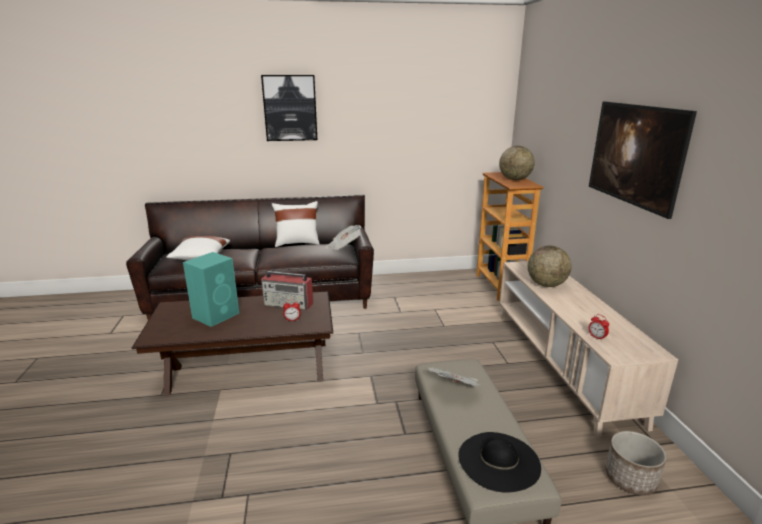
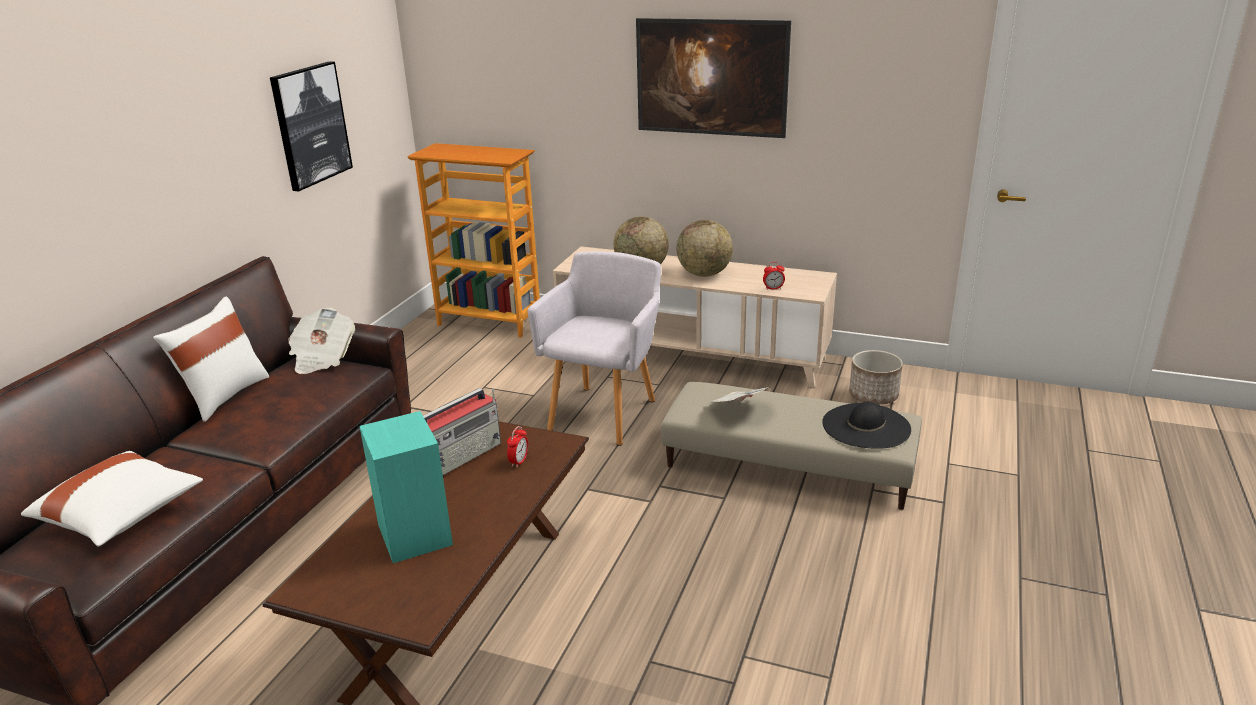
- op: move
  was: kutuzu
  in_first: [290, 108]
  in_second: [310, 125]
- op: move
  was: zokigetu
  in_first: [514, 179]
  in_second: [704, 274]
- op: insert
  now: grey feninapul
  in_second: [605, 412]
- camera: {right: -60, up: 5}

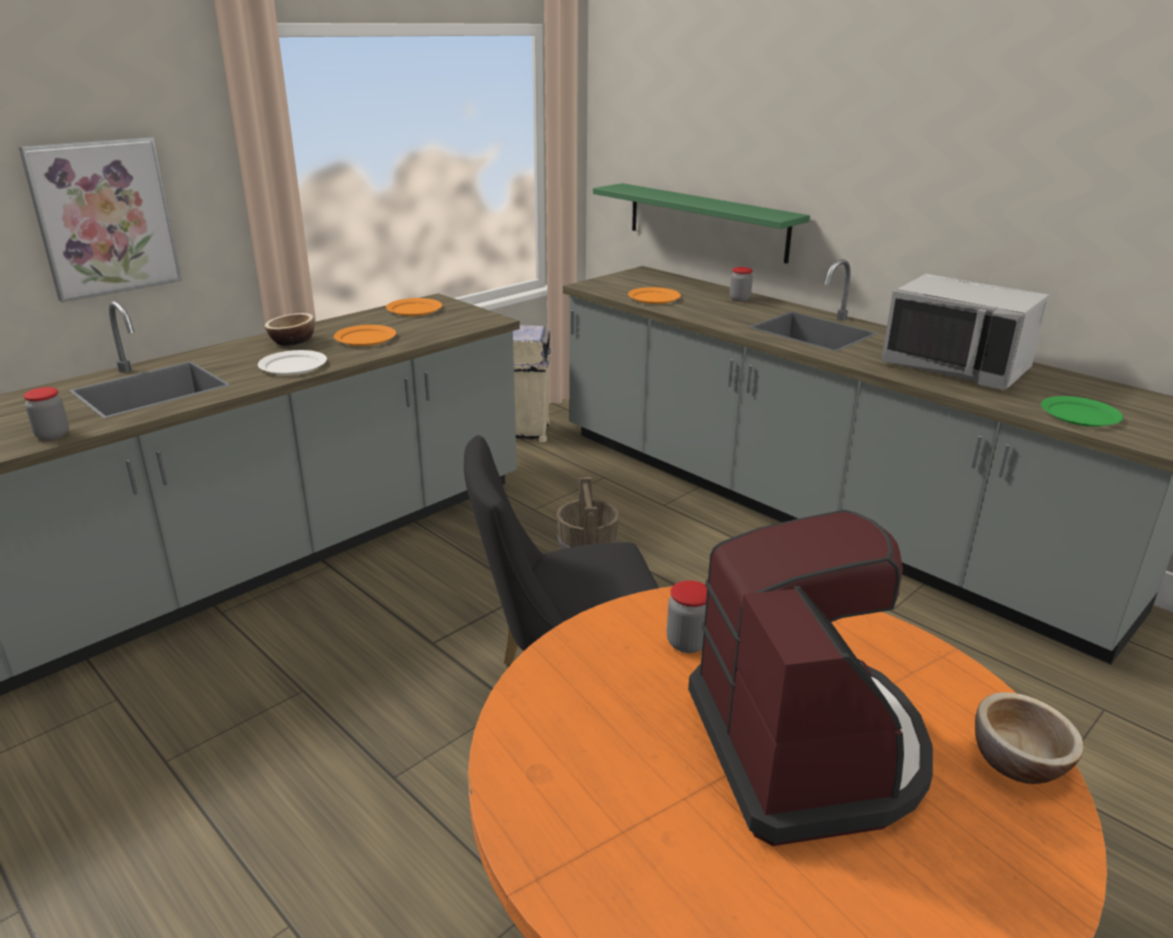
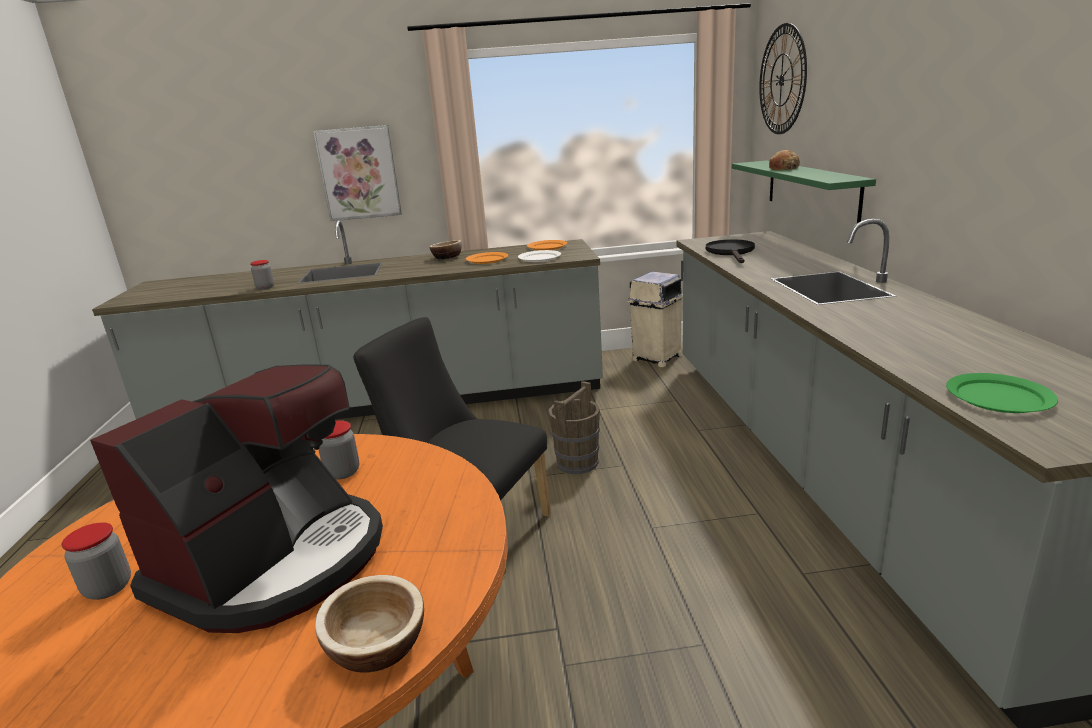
- op: move
  was: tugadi
  in_first: [739, 299]
  in_second: [108, 588]
- op: delete
  was: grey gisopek
  in_first: [956, 366]
- op: replace
  was: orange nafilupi
  now: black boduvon
  in_first: [654, 298]
  in_second: [731, 252]
- op: move
  was: white nafilupi
  in_first: [293, 365]
  in_second: [539, 258]
- op: insert
  now: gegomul
  in_second: [782, 80]
- op: insert
  now: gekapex
  in_second: [783, 168]
- camera: {right: 40, up: -5}

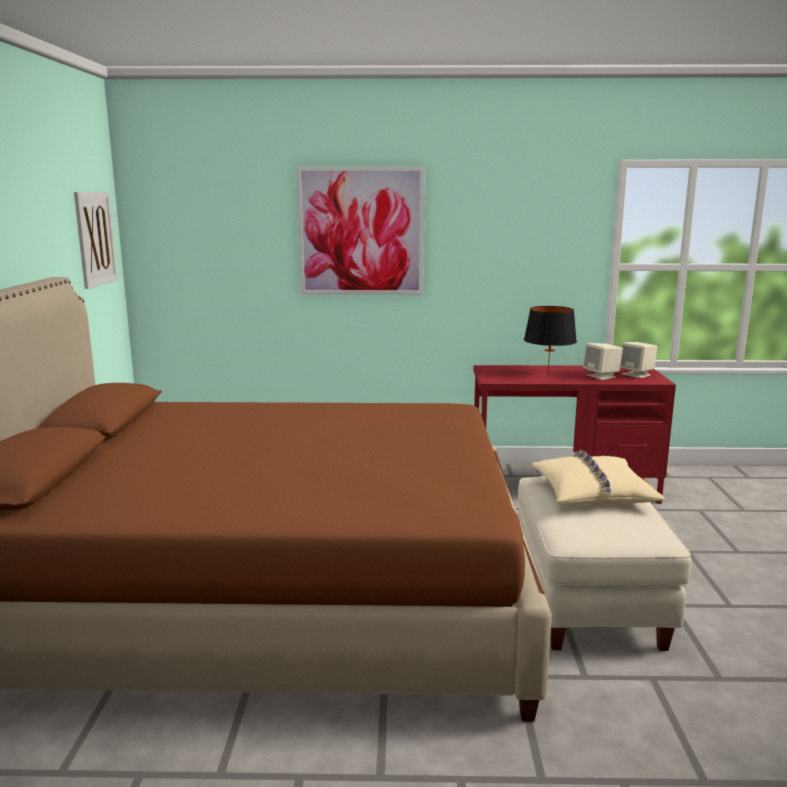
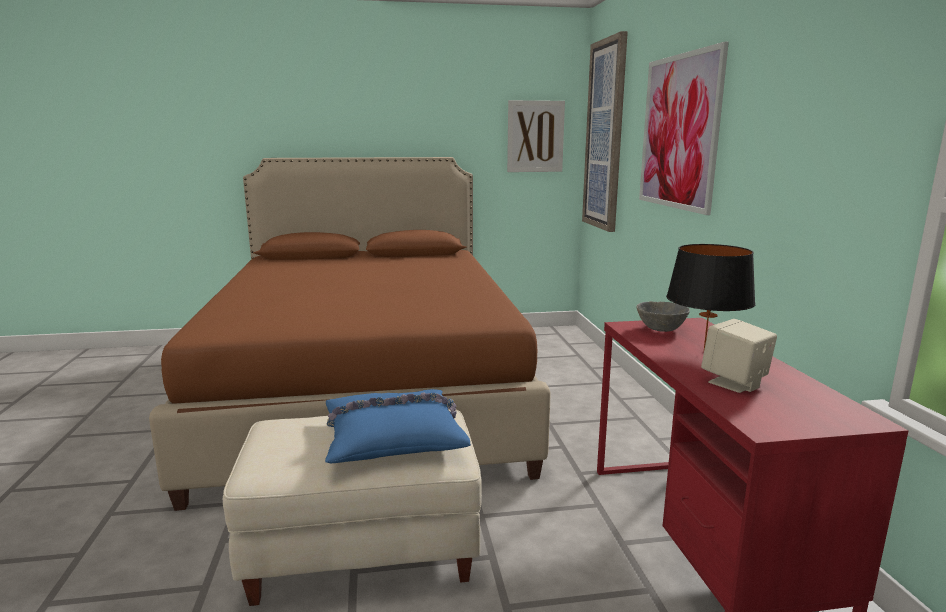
- op: delete
  was: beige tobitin
  in_first: [636, 374]
- op: recolor
  was: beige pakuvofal
  now: blue pakuvofal
  in_first: [592, 493]
  in_second: [393, 437]
- op: insert
  now: kutuzu
  in_second: [605, 136]
- op: insert
  now: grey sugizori
  in_second: [661, 329]
- camera: {right: 80, up: 0}

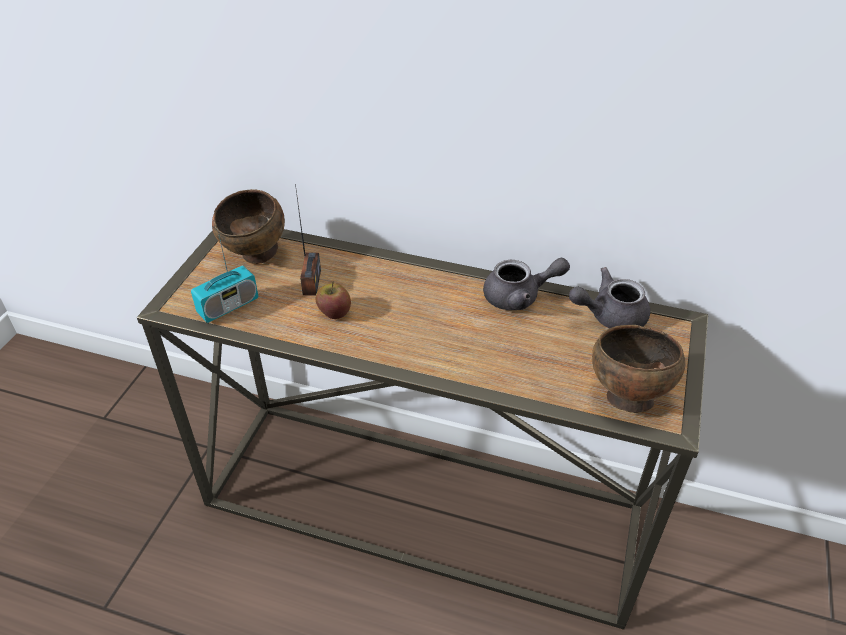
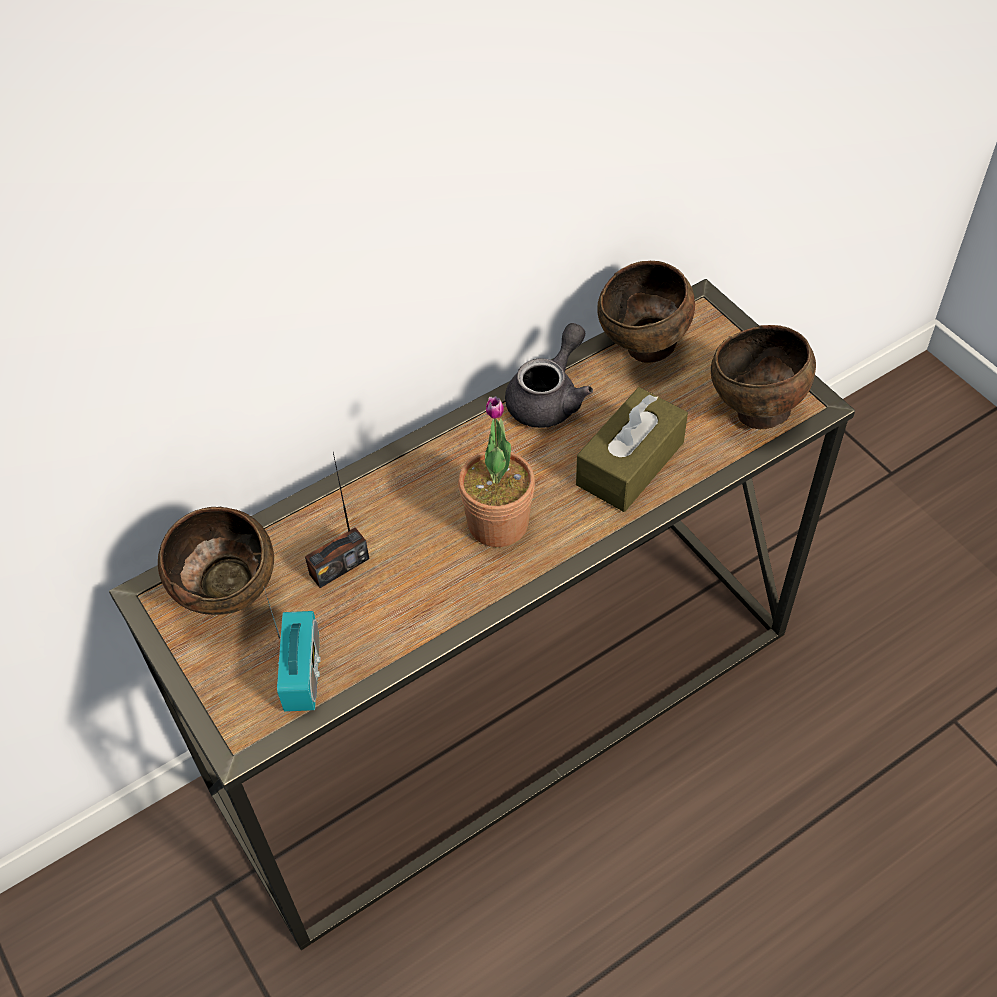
- op: rotate
  was: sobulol
  in_first: [311, 282]
  in_second: [339, 566]
  clockwise: 105
- op: replace
  was: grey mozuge
  now: brown sugizori
  in_first: [609, 316]
  in_second: [643, 349]
- op: delete
  was: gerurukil
  in_first: [334, 312]
- op: insert
  now: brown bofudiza
  in_second: [630, 463]
- op: insert
  now: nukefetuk
  in_second: [498, 523]
- camera: {right: -50, up: 10}

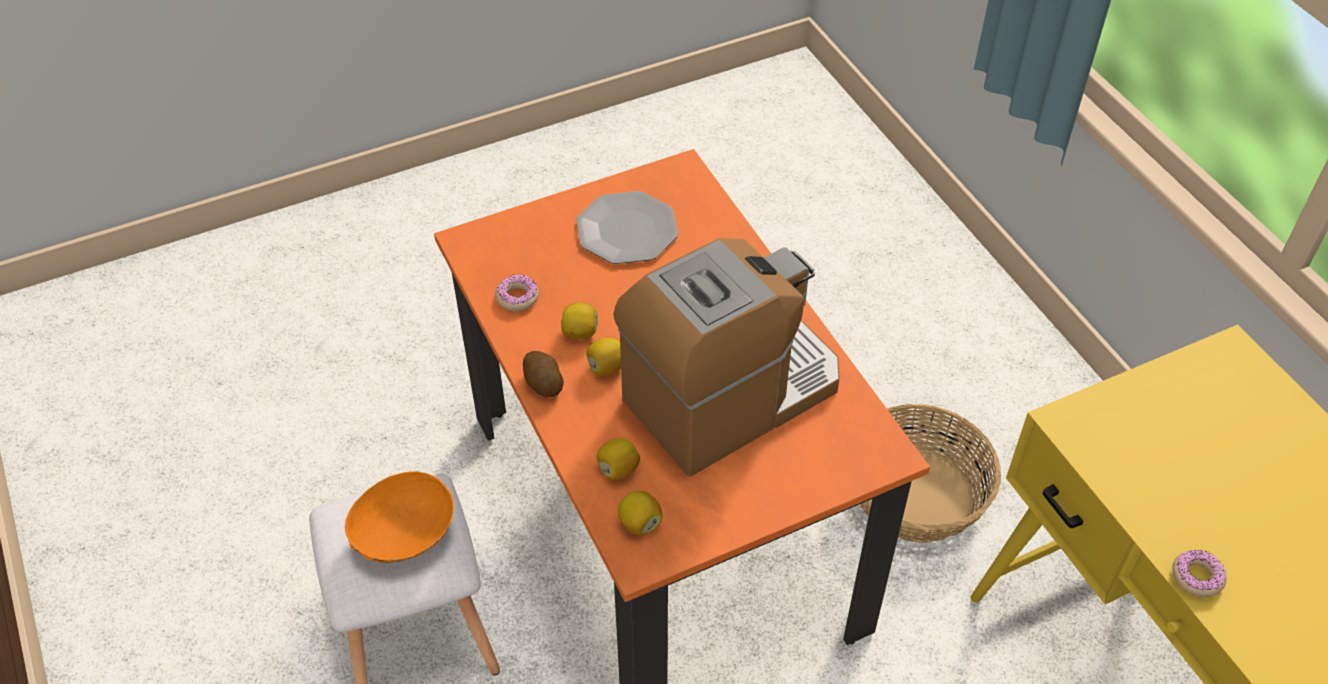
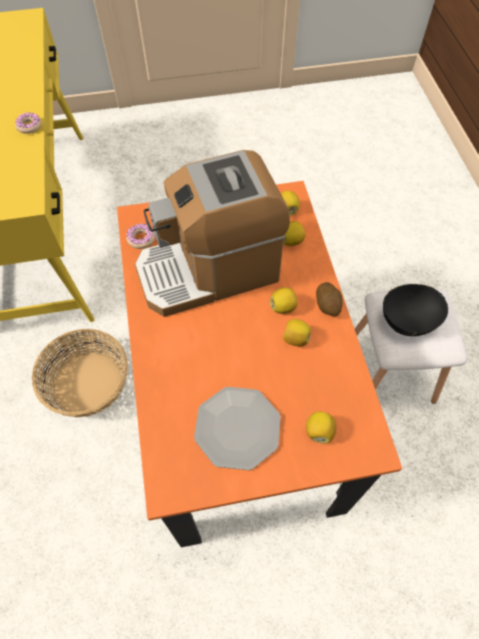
- op: move
  was: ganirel
  in_first: [517, 297]
  in_second: [141, 239]
- op: recolor
  was: orange sugizori
  now: black sugizori
  in_first: [405, 538]
  in_second: [408, 319]
- op: insert
  now: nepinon
  in_second: [319, 431]
- camera: {right: -165, up: 10}

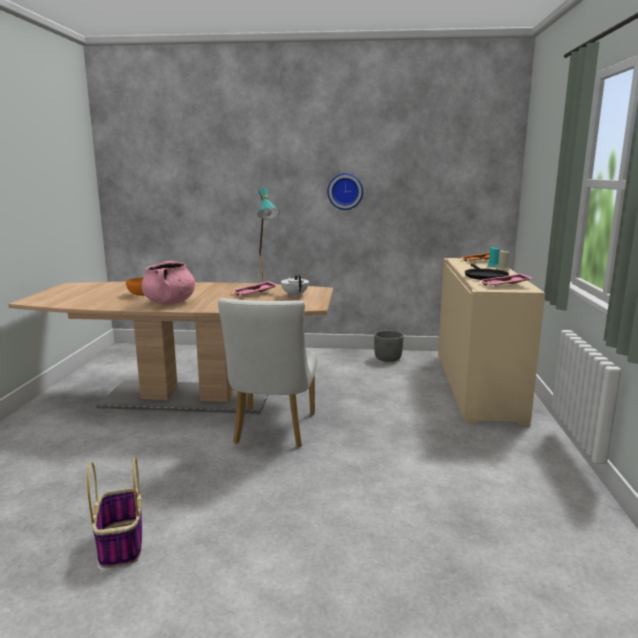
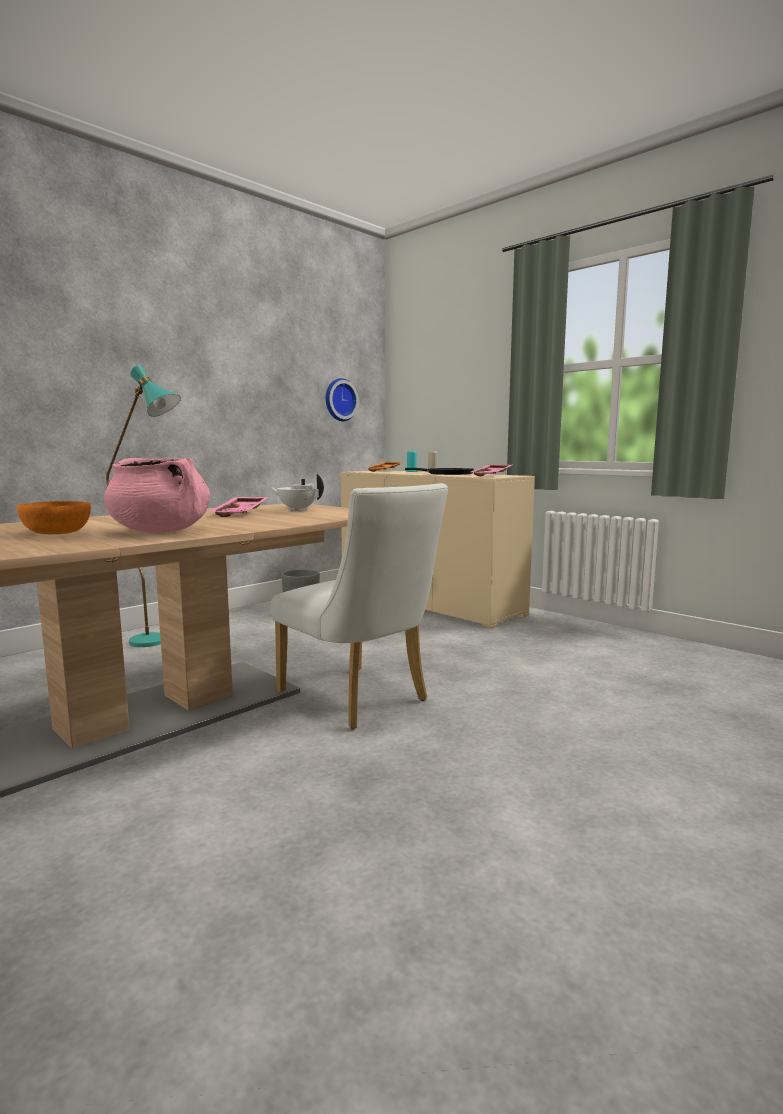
- op: move
  was: gegomul
  in_first: [345, 191]
  in_second: [339, 400]
- op: delete
  was: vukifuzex
  in_first: [121, 543]
- camera: {right: -50, up: -5}

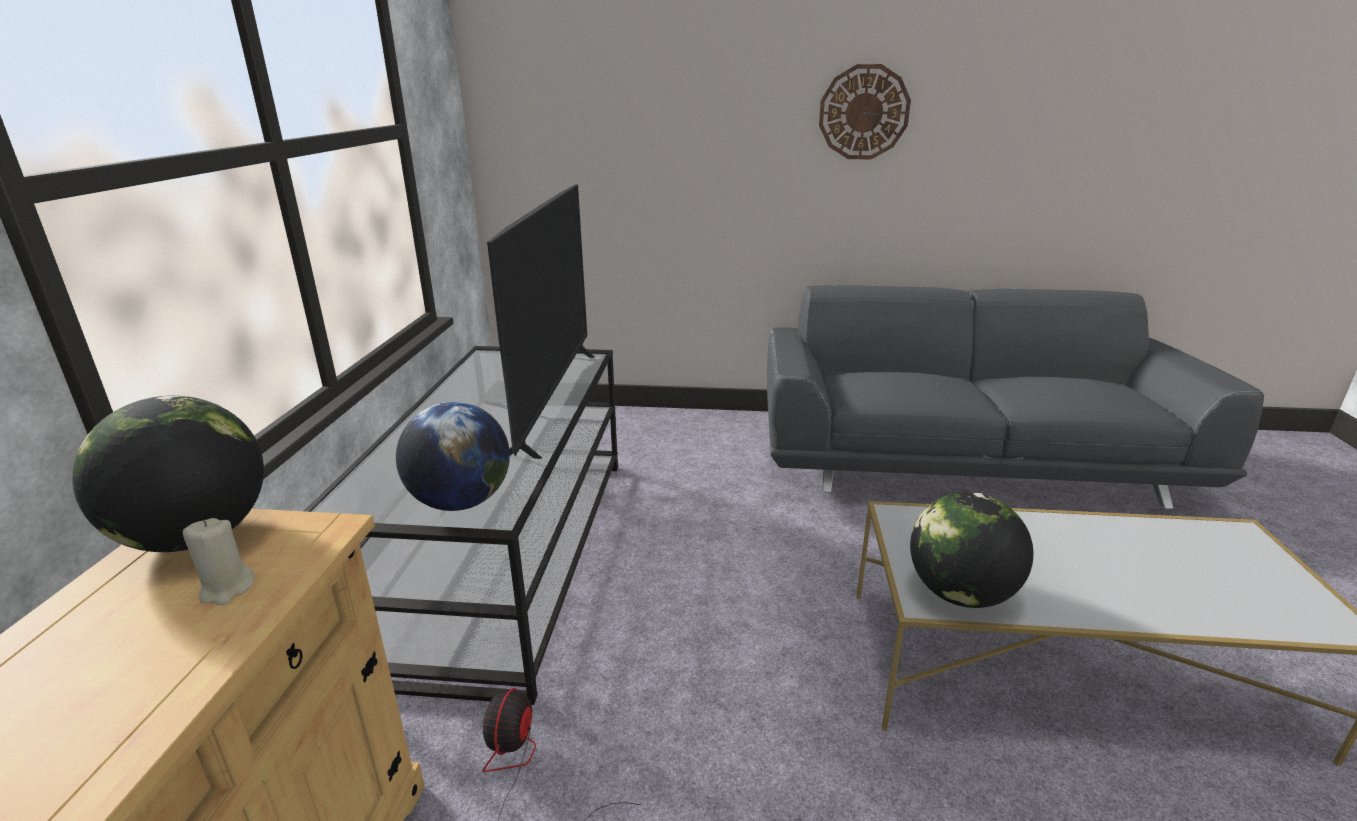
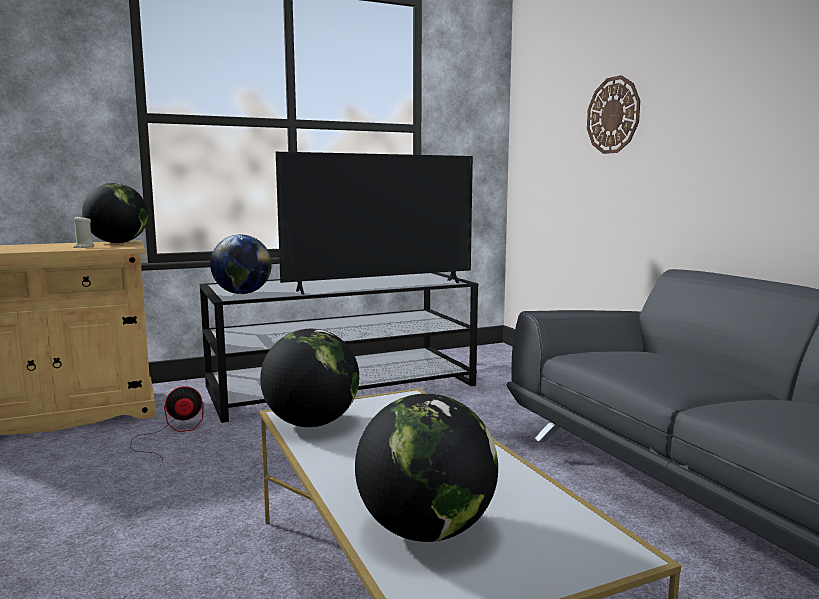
- op: move
  was: gegomul
  in_first: [863, 112]
  in_second: [613, 115]
- op: insert
  now: zokigetu
  in_second: [425, 531]
- camera: {right: 60, up: -15}

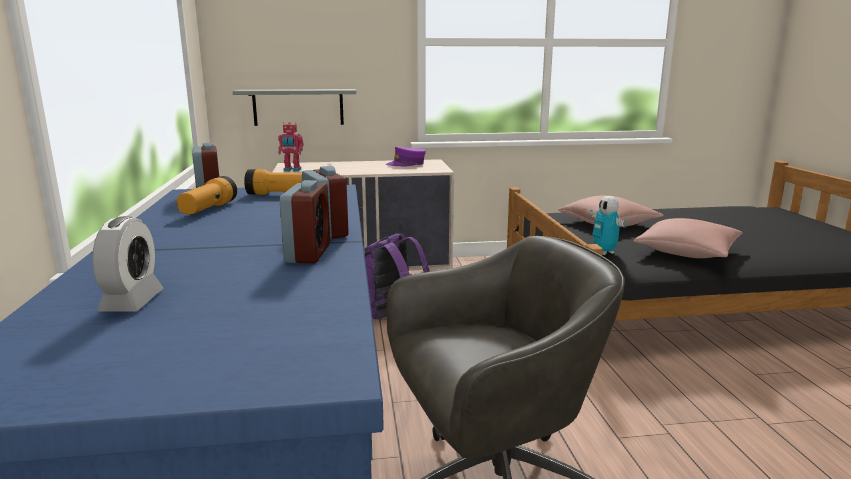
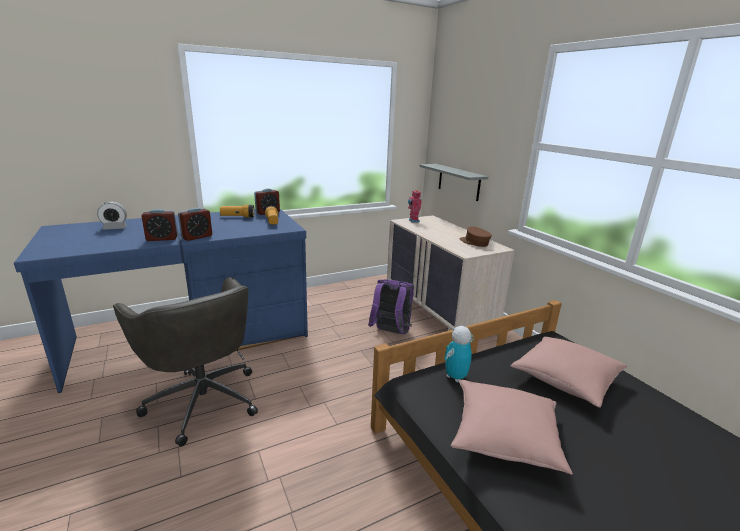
- op: recolor
  was: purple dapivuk
  now: brown dapivuk
  in_first: [406, 164]
  in_second: [474, 242]
- camera: {right: 70, up: 5}

